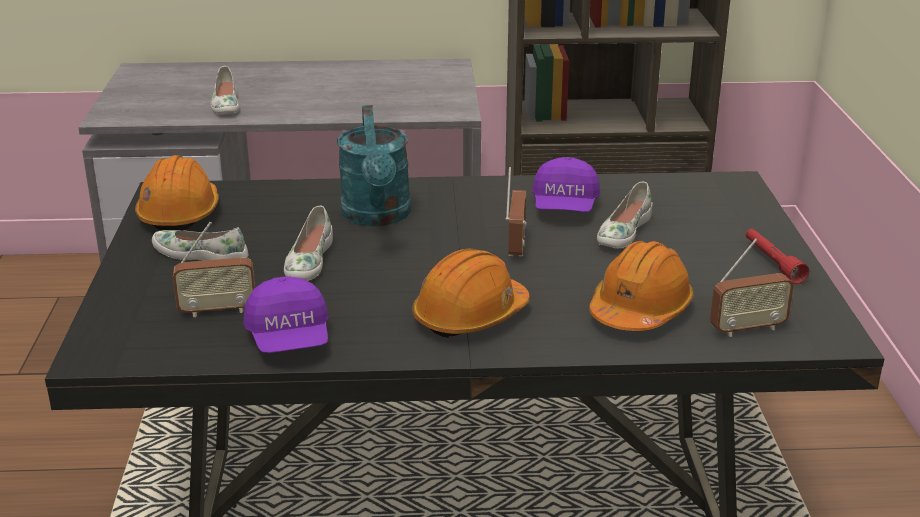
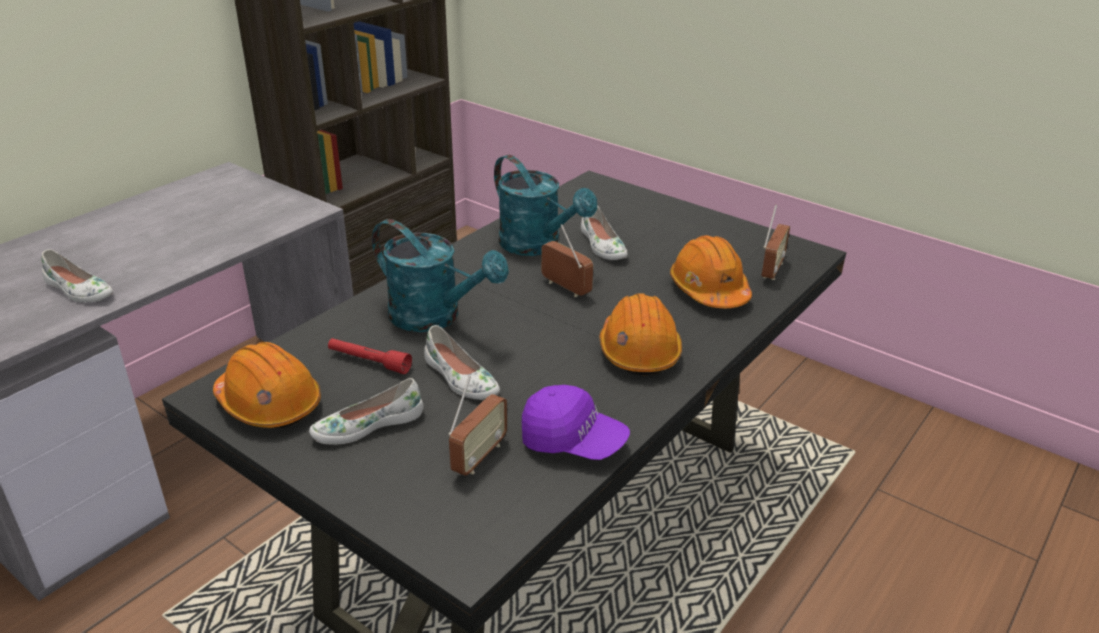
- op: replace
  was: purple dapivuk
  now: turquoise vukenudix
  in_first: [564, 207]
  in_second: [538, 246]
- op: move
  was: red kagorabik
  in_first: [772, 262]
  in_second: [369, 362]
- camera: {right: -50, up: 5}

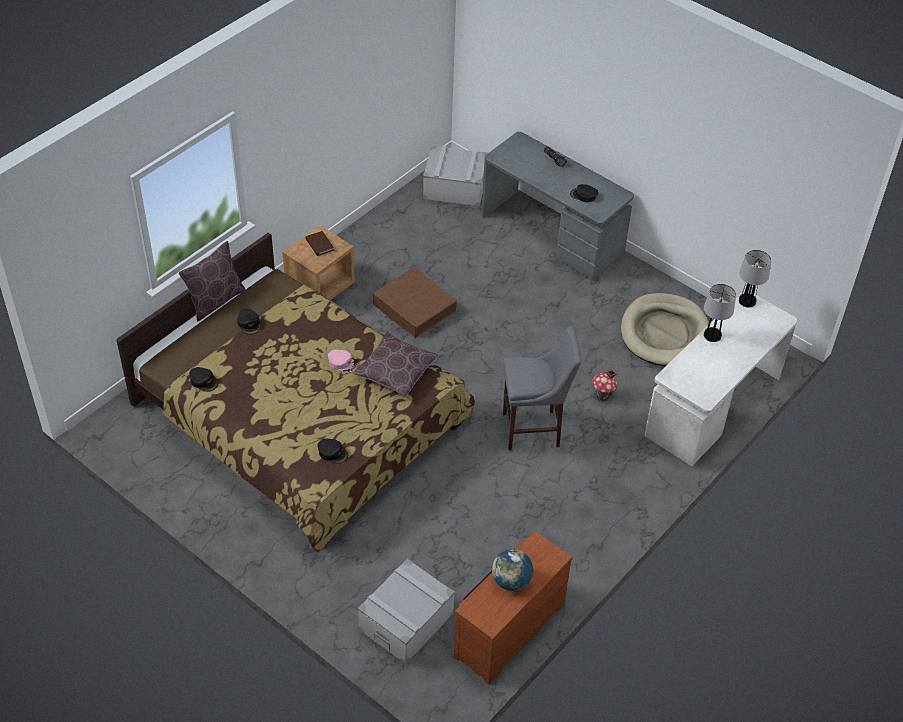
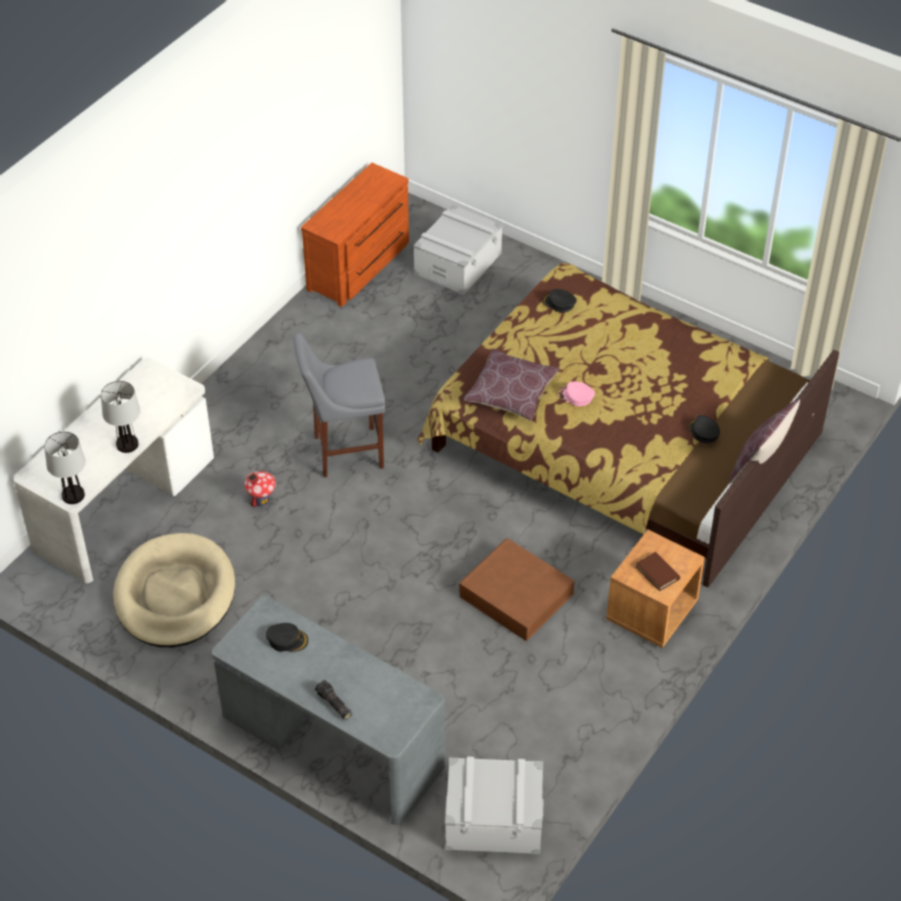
- op: delete
  was: black dapivuk
  in_first: [204, 381]
- op: delete
  was: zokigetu
  in_first: [511, 581]
- camera: {right: 175, up: 0}

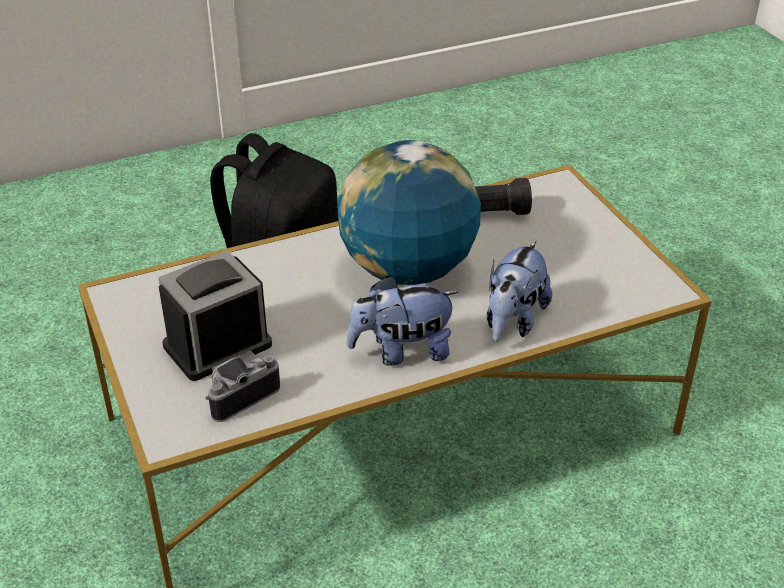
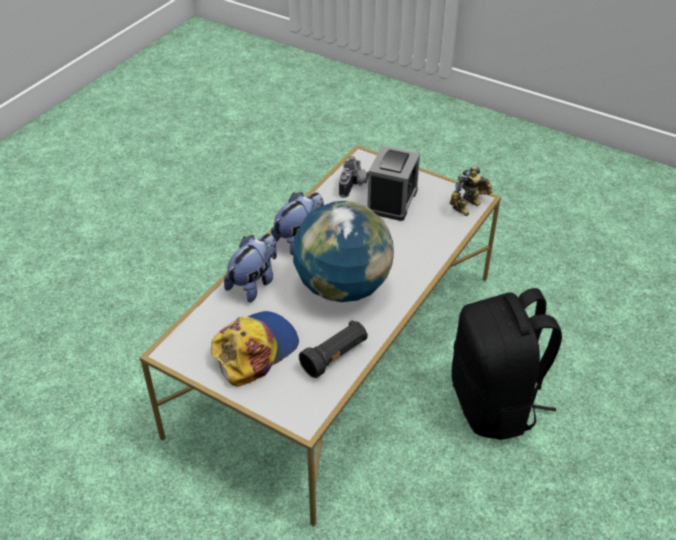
- op: rotate
  was: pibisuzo
  in_first: [513, 321]
  in_second: [254, 283]
  clockwise: 45
- op: insert
  now: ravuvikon
  in_second: [469, 207]
- op: insert
  now: dapivuk
  in_second: [254, 350]
- camera: {right: 145, up: 5}

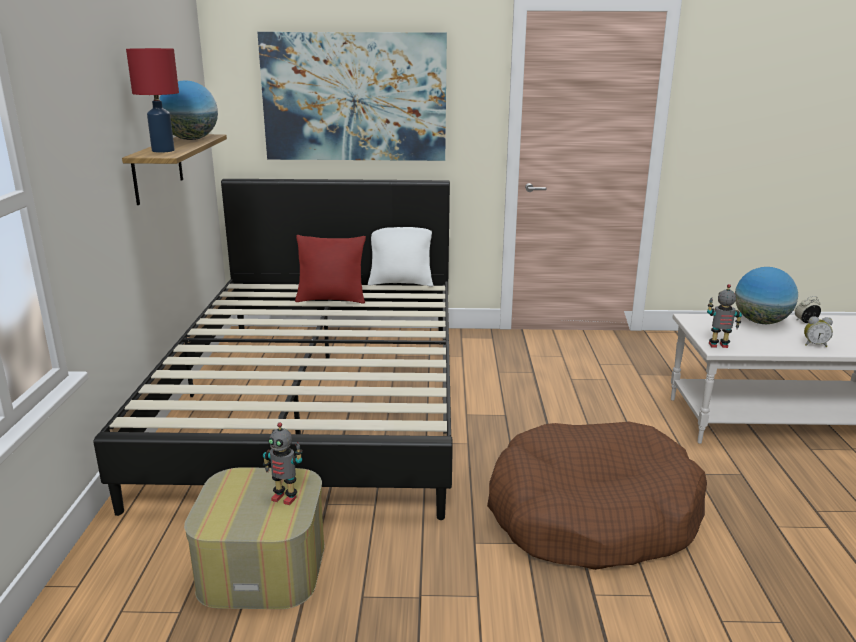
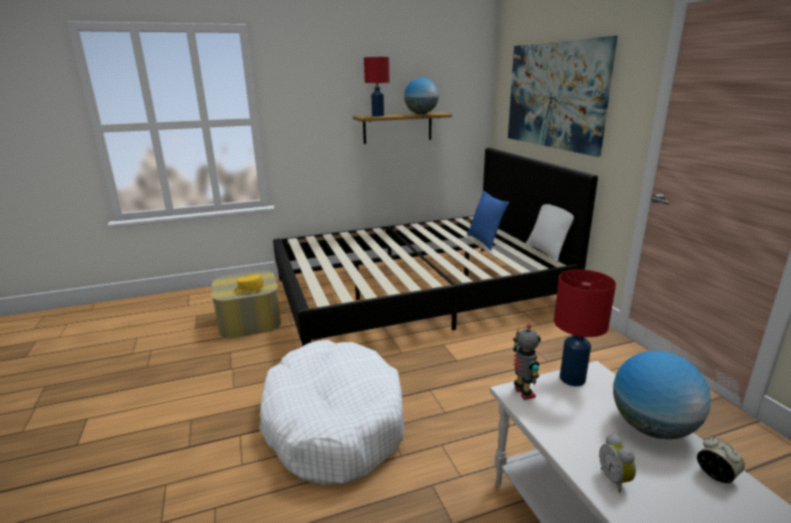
- op: recolor
  was: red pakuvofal
  now: blue pakuvofal
  in_first: [331, 299]
  in_second: [484, 241]
- op: recolor
  was: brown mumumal
  now: white mumumal
  in_first: [591, 515]
  in_second: [333, 423]
- op: replace
  was: ravuvikon
  now: yellow dapivuk
  in_first: [285, 498]
  in_second: [248, 289]
- op: insert
  now: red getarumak
  in_second: [571, 379]
- camera: {right: 70, up: 0}

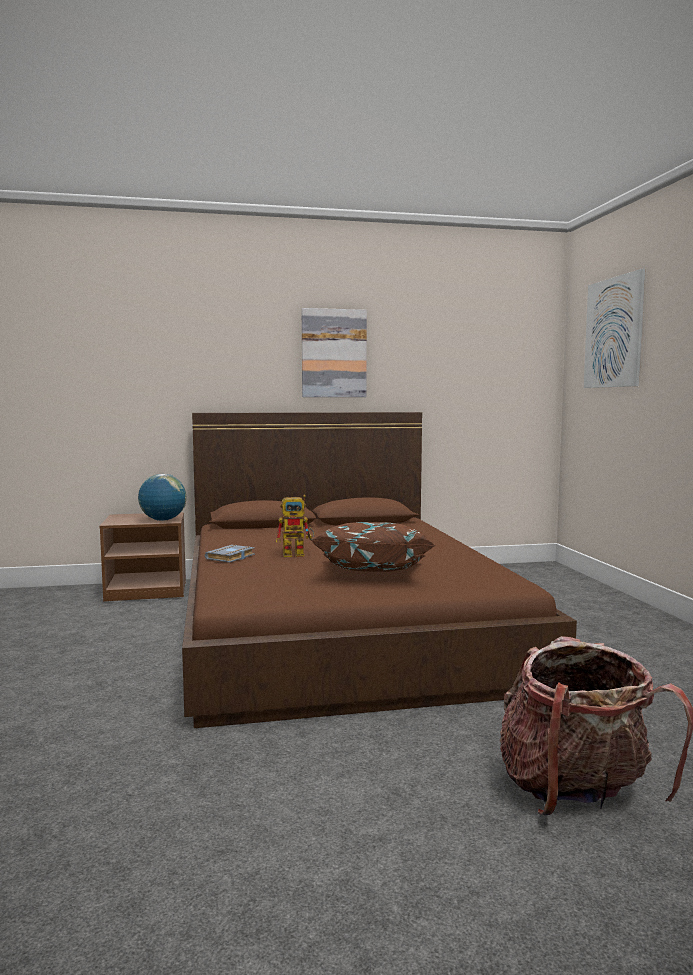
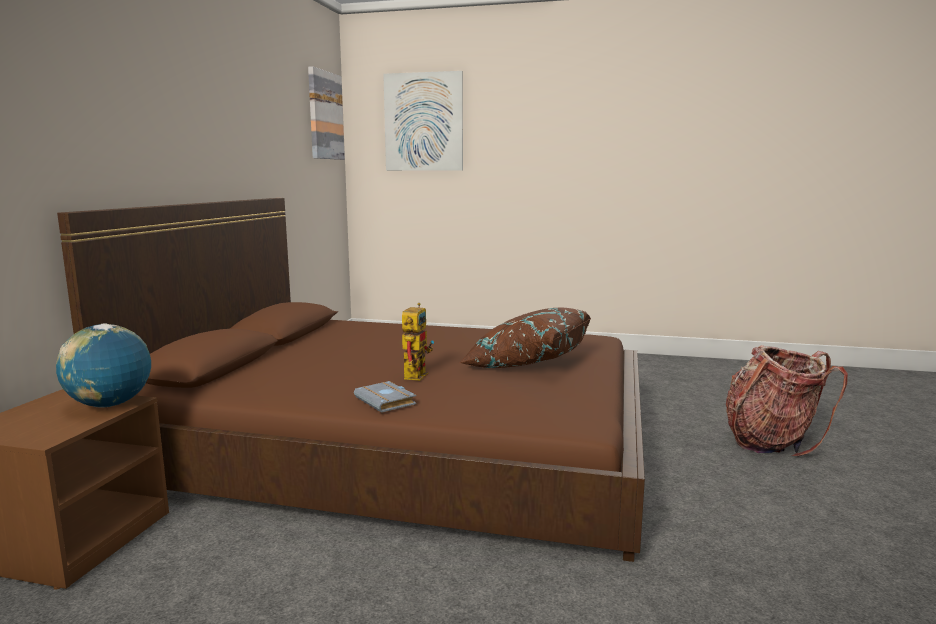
- op: move
  was: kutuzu
  in_first: [333, 353]
  in_second: [325, 115]
- camera: {right: -65, up: 5}

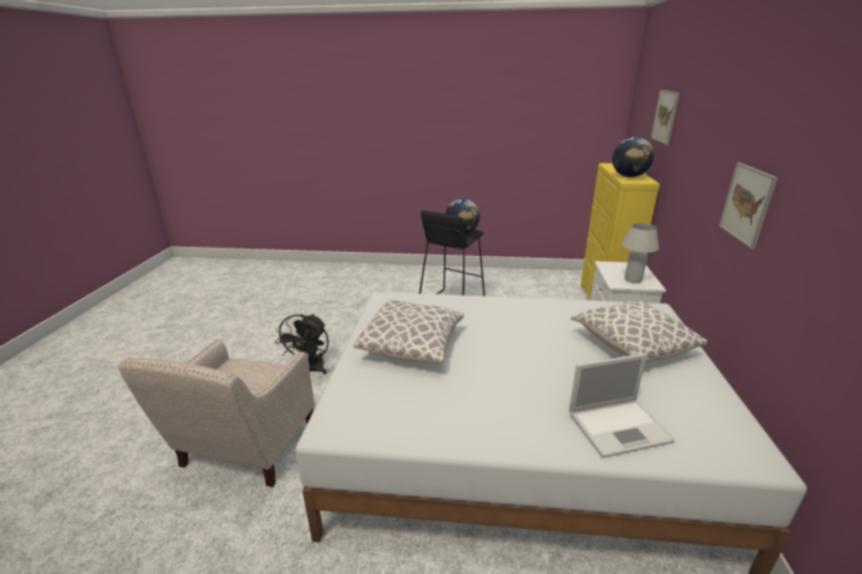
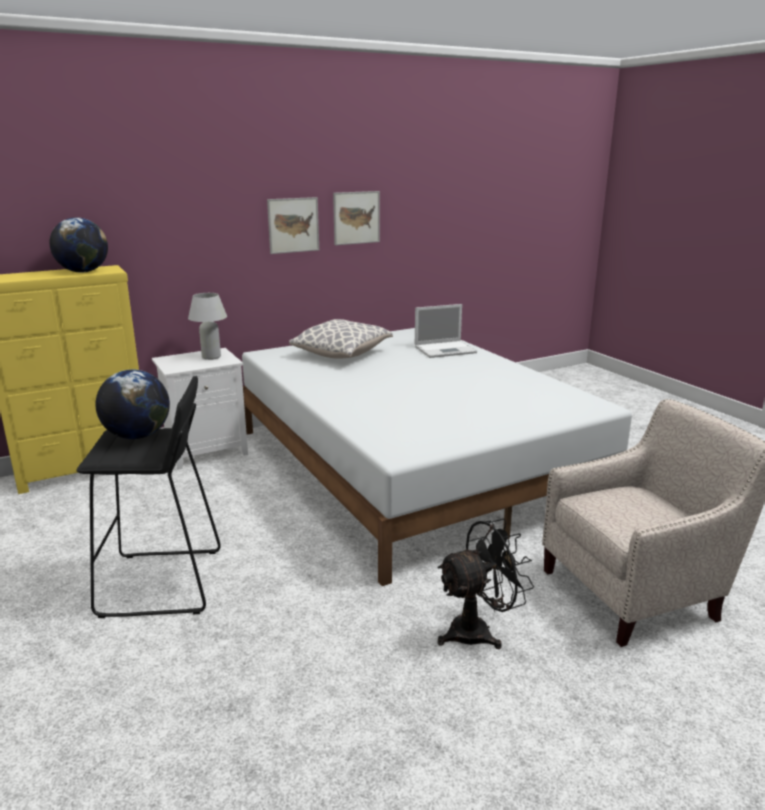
- op: move
  was: kutuzu
  in_first: [665, 116]
  in_second: [356, 217]
- op: delete
  was: pakuvofal
  in_first: [412, 345]
- op: rotate
  was: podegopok
  in_first: [620, 427]
  in_second: [446, 349]
  clockwise: 120
- camera: {right: -125, up: -5}

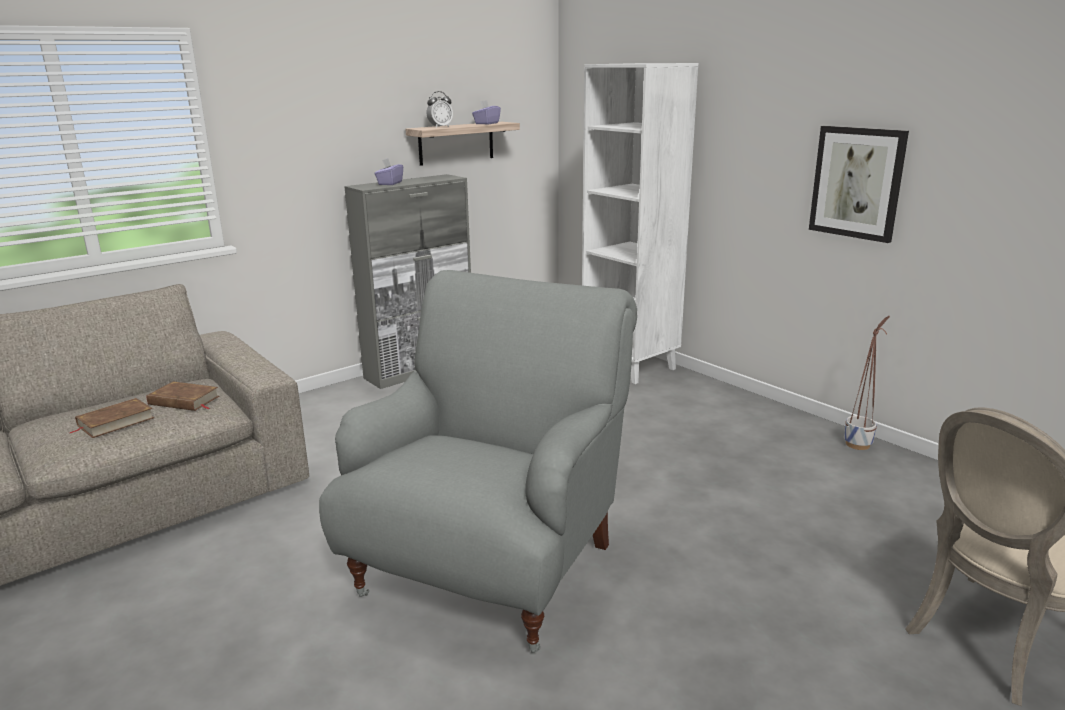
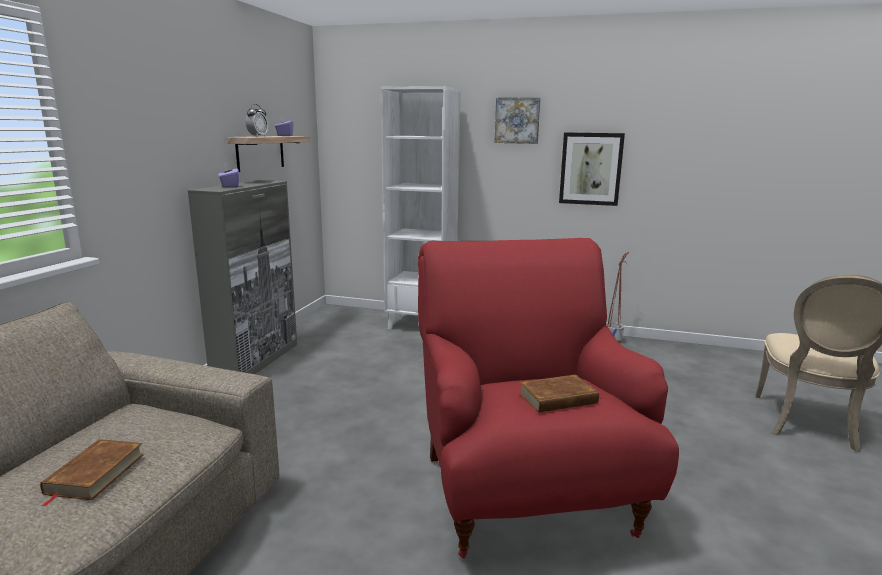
- op: recolor
  was: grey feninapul
  now: red feninapul
  in_first: [490, 568]
  in_second: [523, 492]
- op: move
  was: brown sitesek
  in_first: [184, 401]
  in_second: [558, 398]
- op: insert
  now: kutuzu
  in_second: [517, 120]
- camera: {right: -35, up: -5}

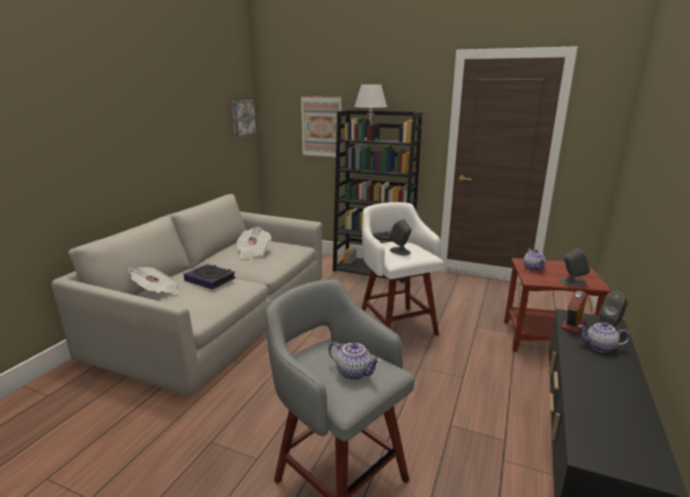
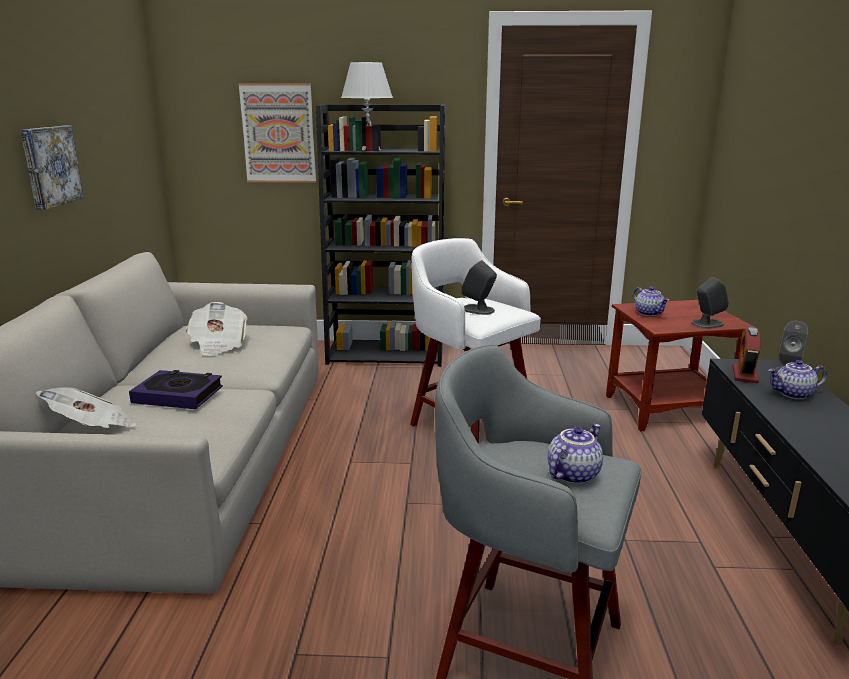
- op: move
  was: kutuzu
  in_first: [242, 118]
  in_second: [49, 166]
- op: rotate
  was: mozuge
  in_first: [354, 372]
  in_second: [572, 474]
  clockwise: -60
- camera: {right: -20, up: 0}

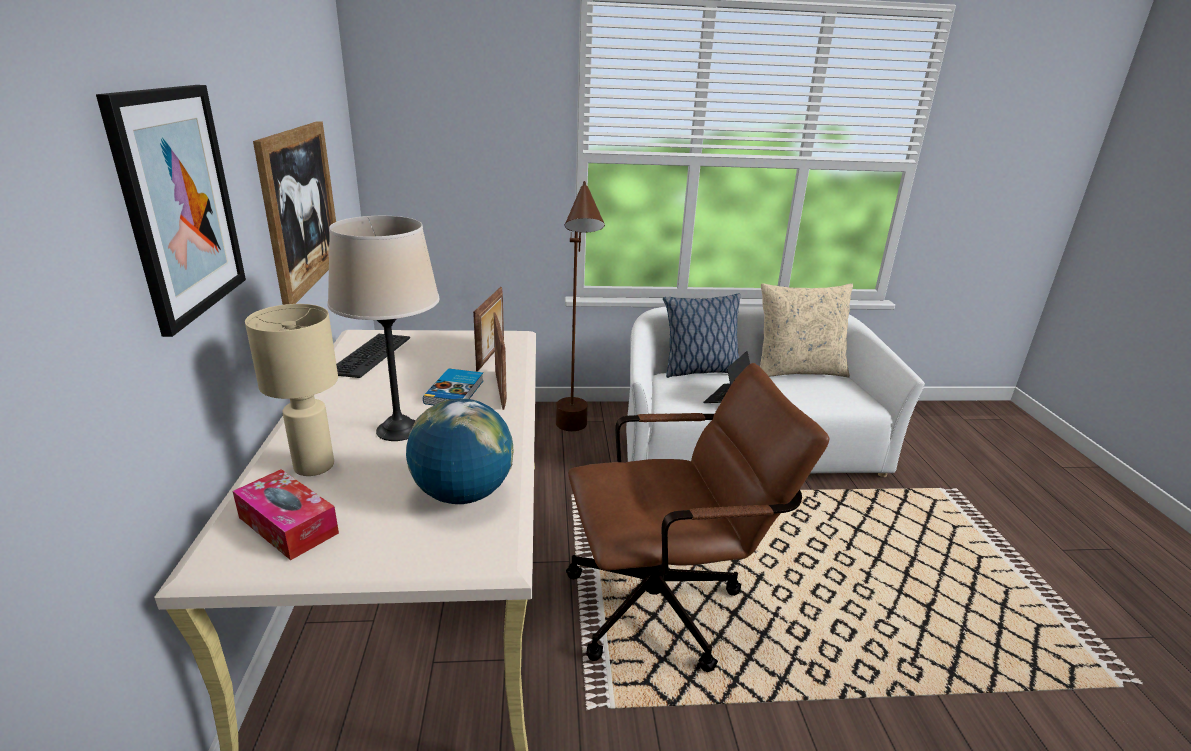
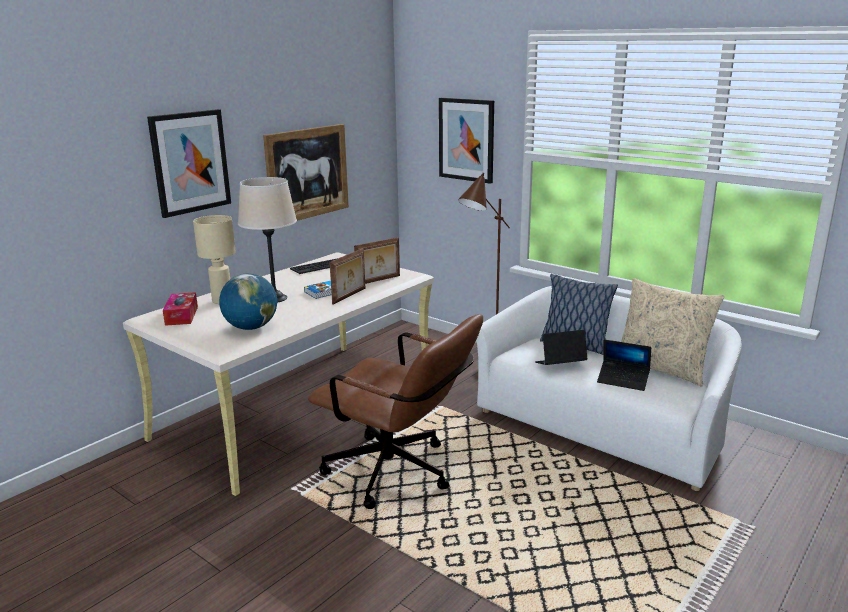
- op: insert
  now: kutuzu
  in_second: [466, 139]
- op: insert
  now: podegopok
  in_second: [623, 380]
- camera: {right: 45, up: -5}

